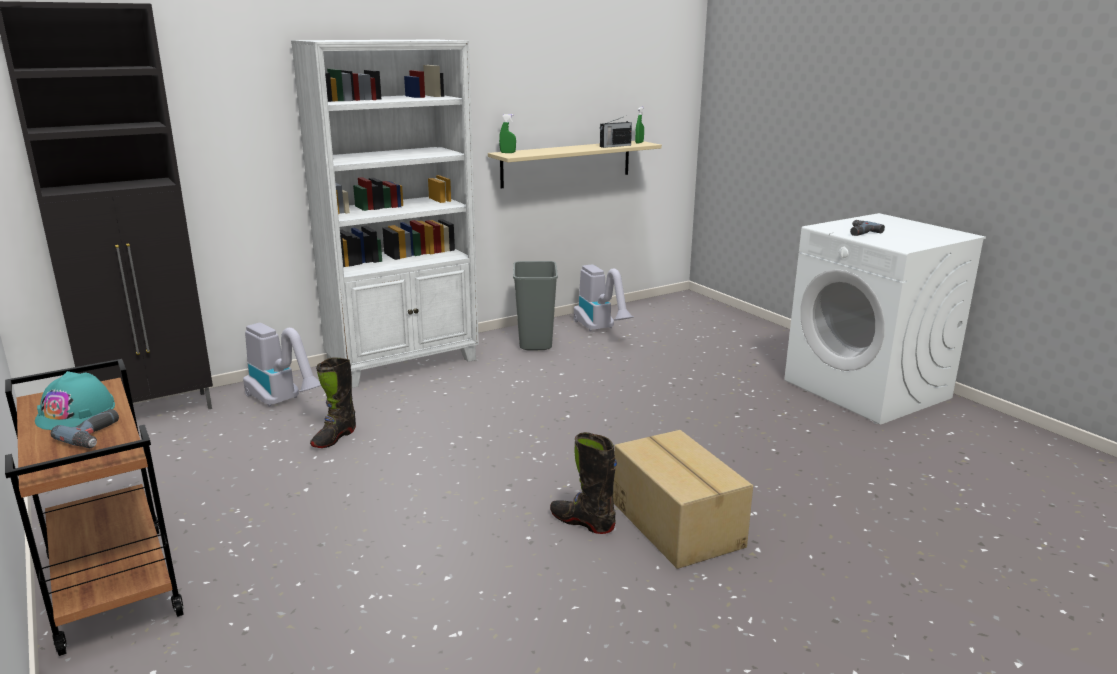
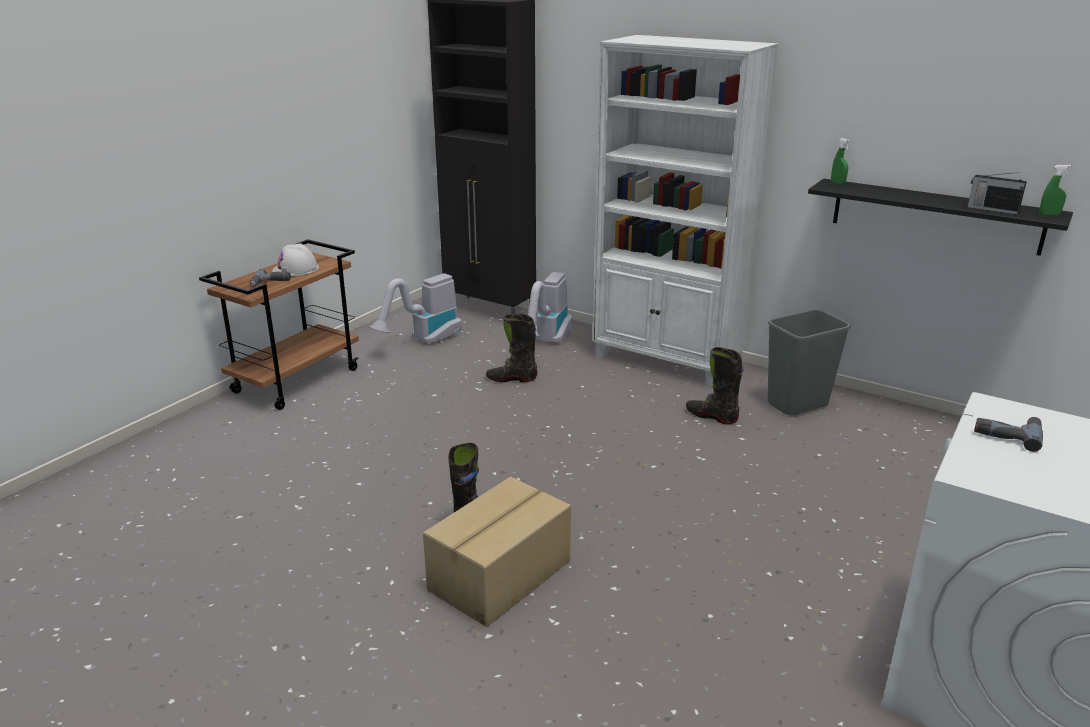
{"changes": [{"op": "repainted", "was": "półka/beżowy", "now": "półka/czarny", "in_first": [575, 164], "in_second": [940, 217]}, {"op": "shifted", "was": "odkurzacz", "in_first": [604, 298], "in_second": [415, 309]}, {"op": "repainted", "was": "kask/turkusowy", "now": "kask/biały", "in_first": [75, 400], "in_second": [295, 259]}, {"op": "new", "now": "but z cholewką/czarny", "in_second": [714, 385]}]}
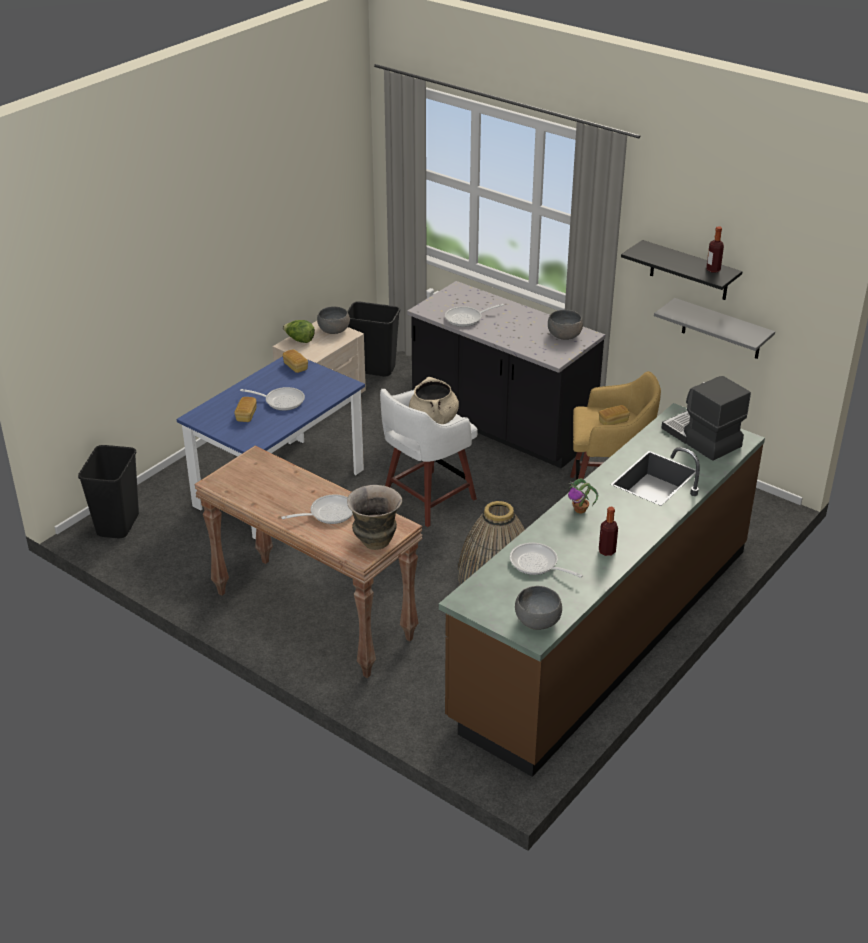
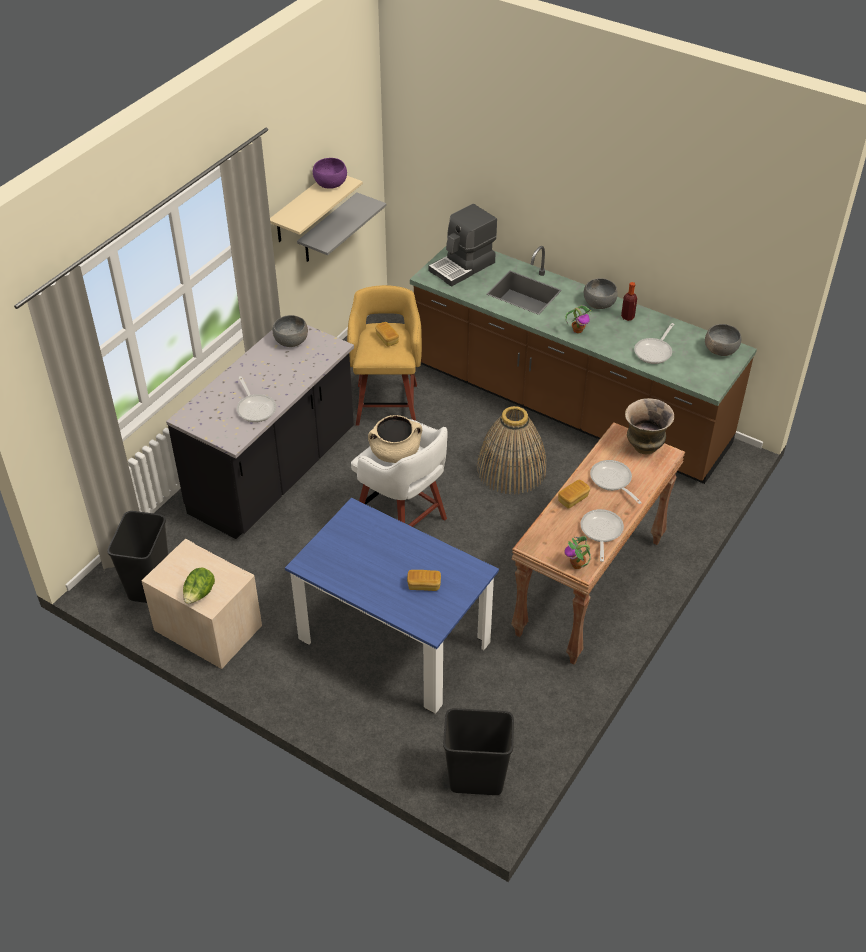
{"changes": [{"op": "swapped", "was": "butelka", "now": "miska/fioletowy", "in_first": [715, 249], "in_second": [330, 173]}, {"op": "repainted", "was": "półka/czarny", "now": "półka/beżowy", "in_first": [682, 270], "in_second": [316, 209]}, {"op": "shifted", "was": "miska/szary", "in_first": [333, 320], "in_second": [601, 293]}, {"op": "shifted", "was": "chleb", "in_first": [295, 361], "in_second": [574, 494]}, {"op": "shifted", "was": "patelnia", "in_first": [272, 399], "in_second": [602, 535]}, {"op": "new", "now": "roślina doniczkowa", "in_second": [577, 552]}]}
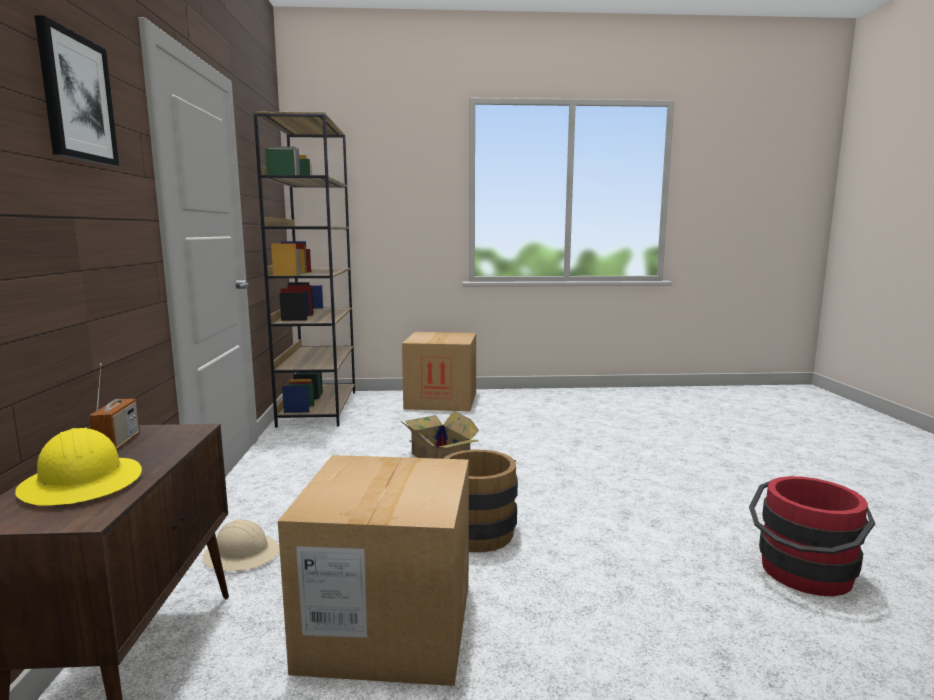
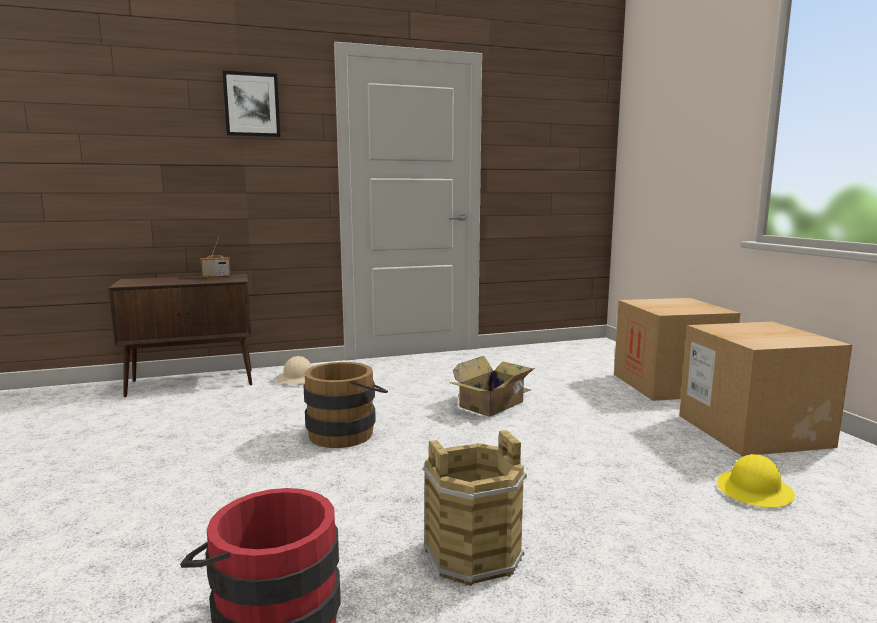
{"changes": [{"op": "gone", "was": "regał/brązowy", "in_first": [304, 269]}, {"op": "shifted", "was": "kask/żółty", "in_first": [78, 467], "in_second": [756, 480]}, {"op": "shifted", "was": "karton", "in_first": [373, 570], "in_second": [765, 389]}, {"op": "new", "now": "wiadro/brązowy", "in_second": [475, 508]}]}
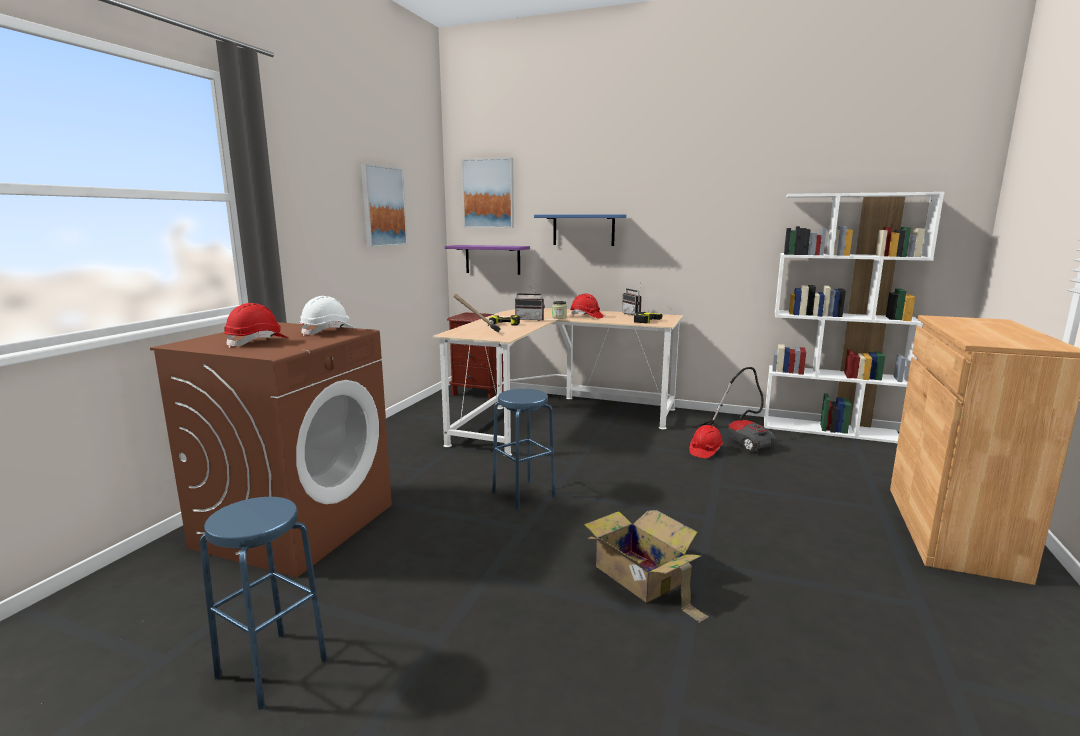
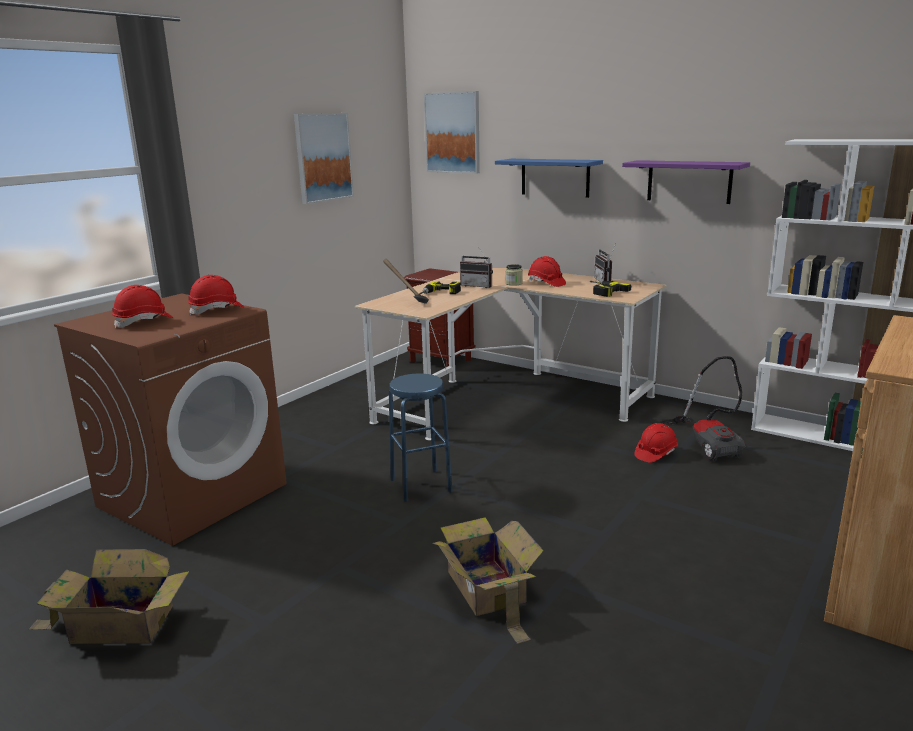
{"changes": [{"op": "shifted", "was": "półka/fioletowy", "in_first": [487, 260], "in_second": [686, 182]}, {"op": "repainted", "was": "kask/biały", "now": "kask/czerwony", "in_first": [327, 316], "in_second": [216, 295]}, {"op": "swapped", "was": "stołek/niebieski", "now": "karton", "in_first": [263, 603], "in_second": [109, 596]}]}
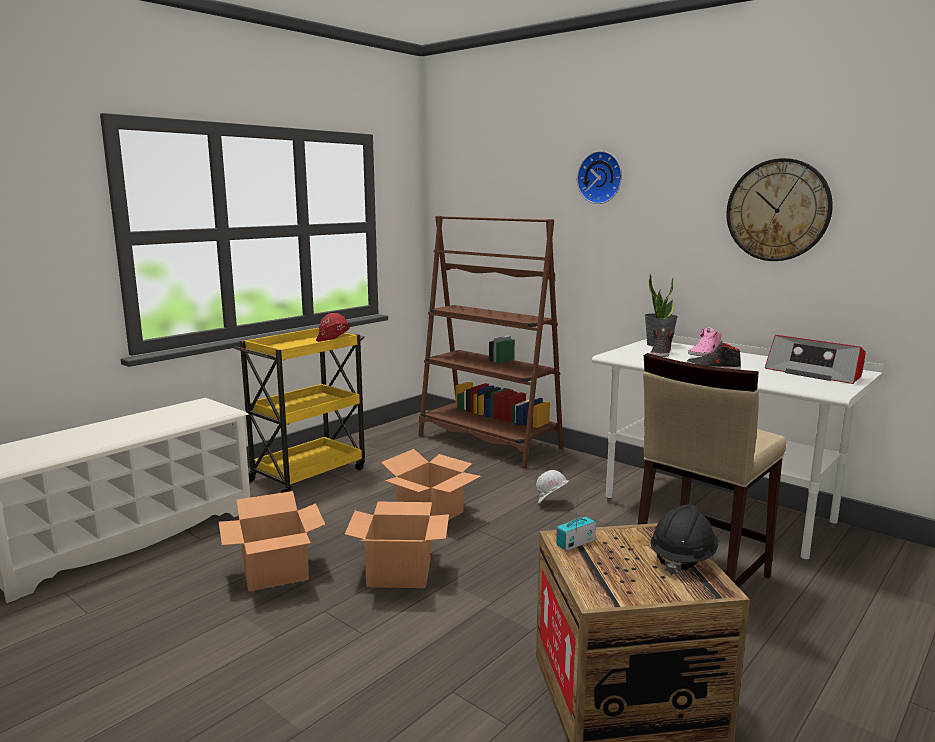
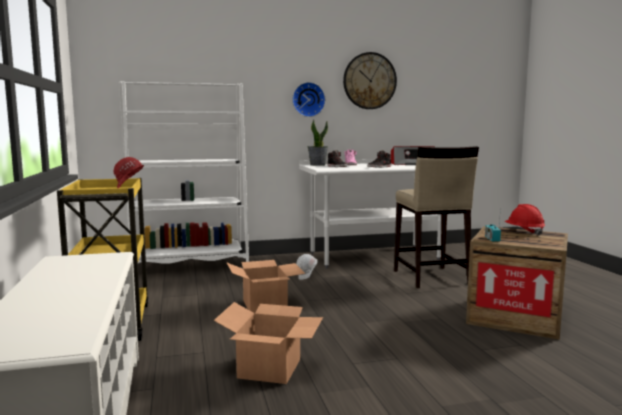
{"changes": [{"op": "shifted", "was": "zegar ścienny", "in_first": [599, 177], "in_second": [309, 99]}, {"op": "repainted", "was": "regał/brązowy", "now": "regał/biały", "in_first": [491, 342], "in_second": [184, 172]}, {"op": "gone", "was": "karton", "in_first": [397, 545]}, {"op": "repainted", "was": "kask/czarny", "now": "kask/czerwony", "in_first": [684, 540], "in_second": [524, 220]}]}
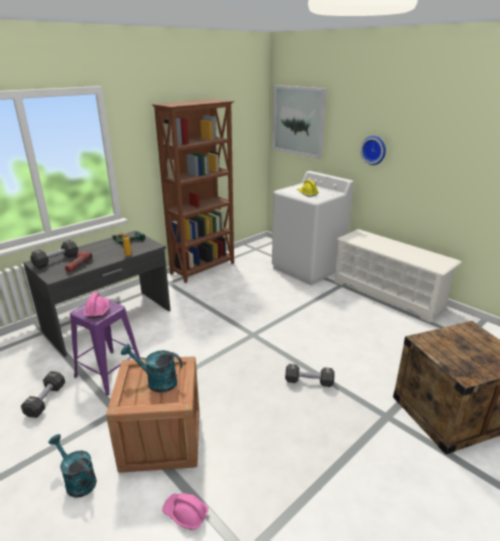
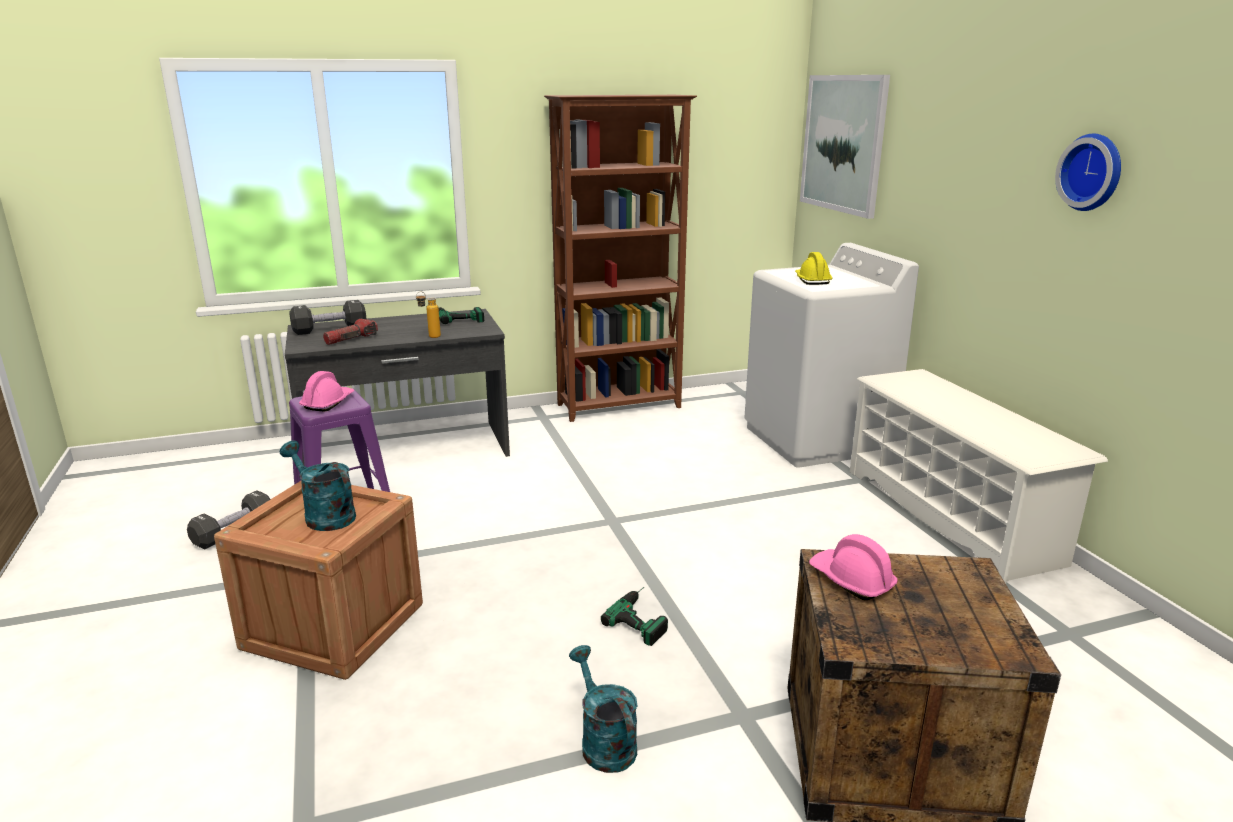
{"changes": [{"op": "shifted", "was": "zegar ścienny", "in_first": [373, 150], "in_second": [1088, 172]}, {"op": "swapped", "was": "hantel/czarny", "now": "wiertarka", "in_first": [310, 375], "in_second": [634, 616]}, {"op": "shifted", "was": "konewka/turkusowy", "in_first": [73, 466], "in_second": [603, 709]}, {"op": "shifted", "was": "kask/różowy", "in_first": [185, 511], "in_second": [853, 567]}]}
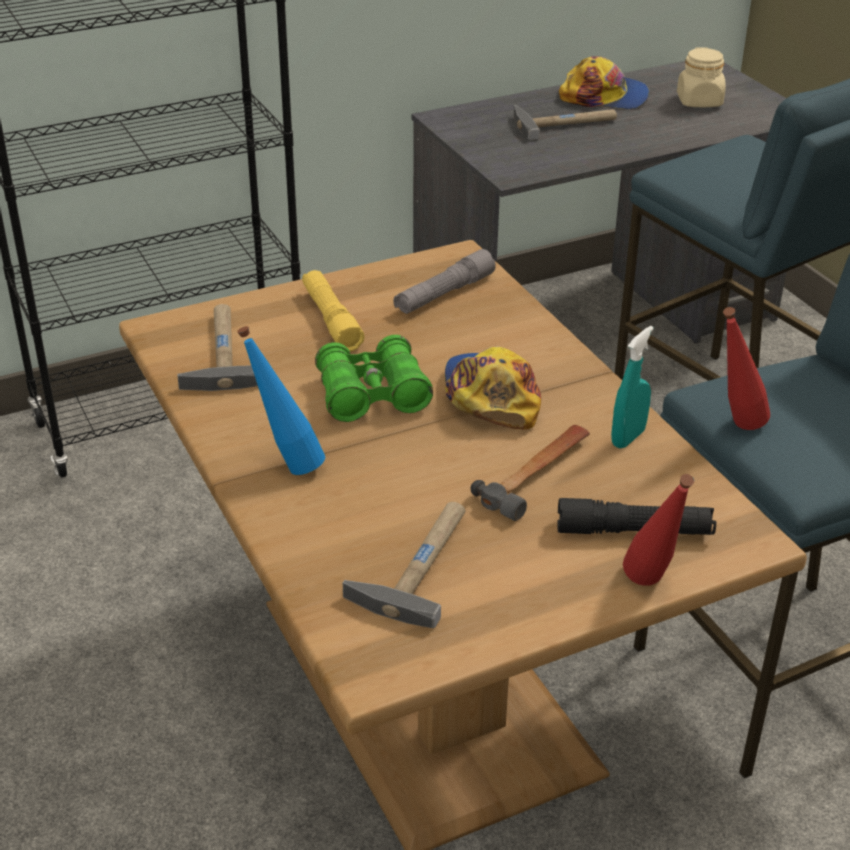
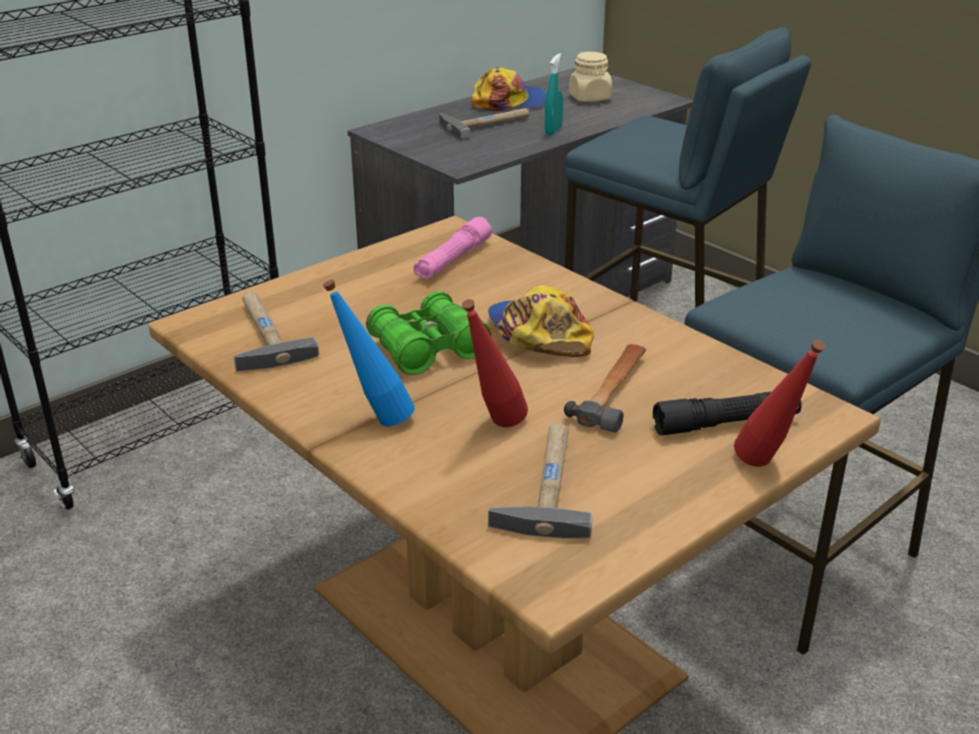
{"changes": [{"op": "repainted", "was": "latarka/szary", "now": "latarka/różowy", "in_first": [444, 281], "in_second": [452, 248]}, {"op": "gone", "was": "latarka/żółty", "in_first": [333, 311]}, {"op": "shifted", "was": "butelka/czerwony", "in_first": [746, 368], "in_second": [495, 363]}, {"op": "shifted", "was": "spryskiwacz/turkusowy", "in_first": [632, 387], "in_second": [554, 94]}]}
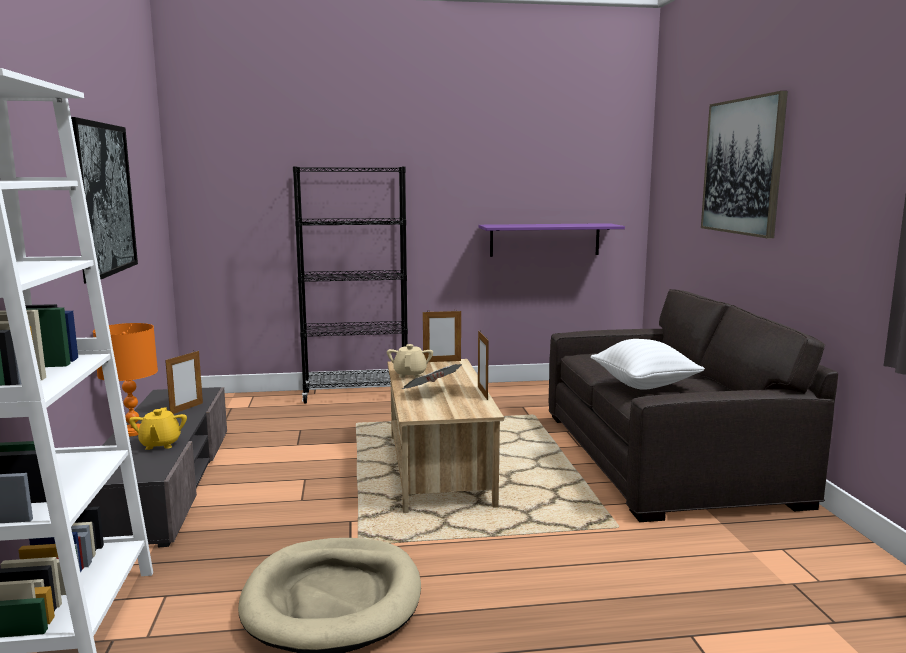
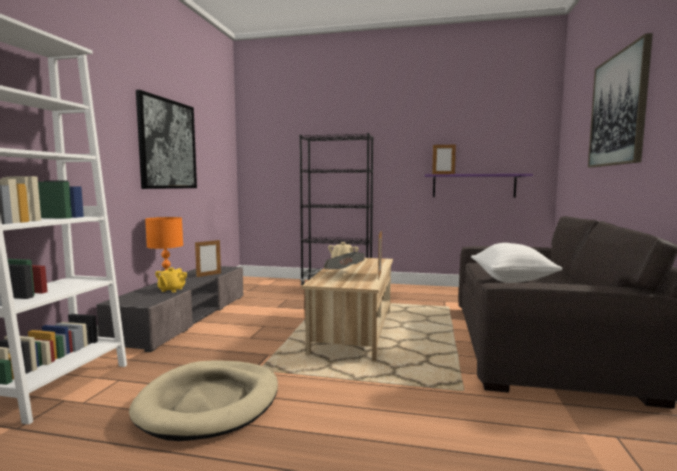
{"changes": [{"op": "shifted", "was": "ramka na zdjęcie", "in_first": [442, 335], "in_second": [444, 159]}]}
